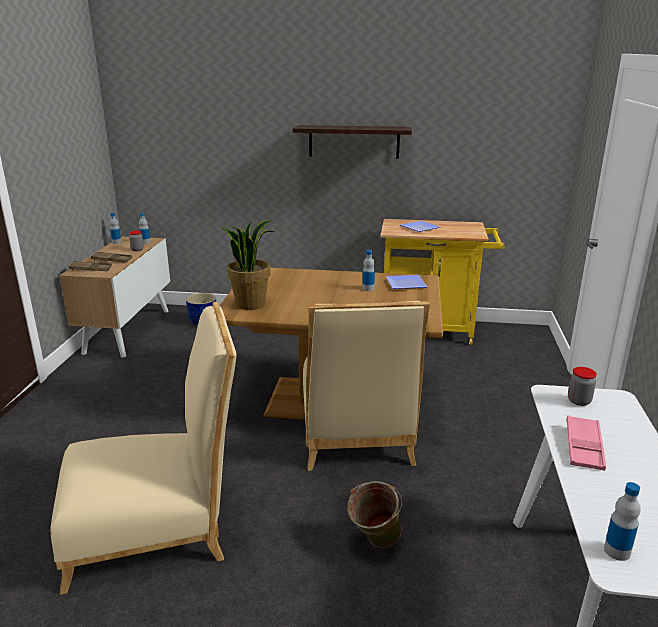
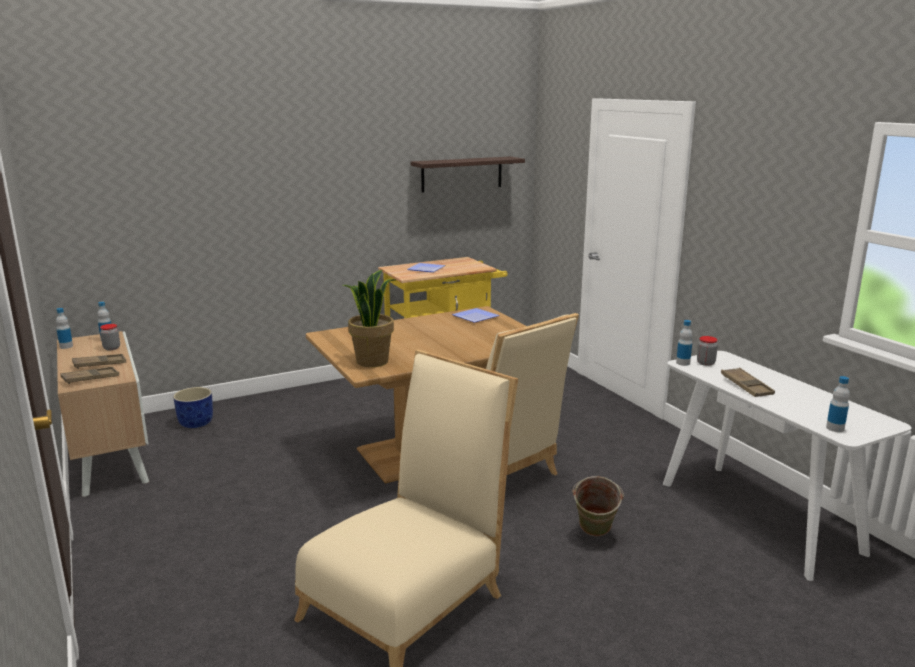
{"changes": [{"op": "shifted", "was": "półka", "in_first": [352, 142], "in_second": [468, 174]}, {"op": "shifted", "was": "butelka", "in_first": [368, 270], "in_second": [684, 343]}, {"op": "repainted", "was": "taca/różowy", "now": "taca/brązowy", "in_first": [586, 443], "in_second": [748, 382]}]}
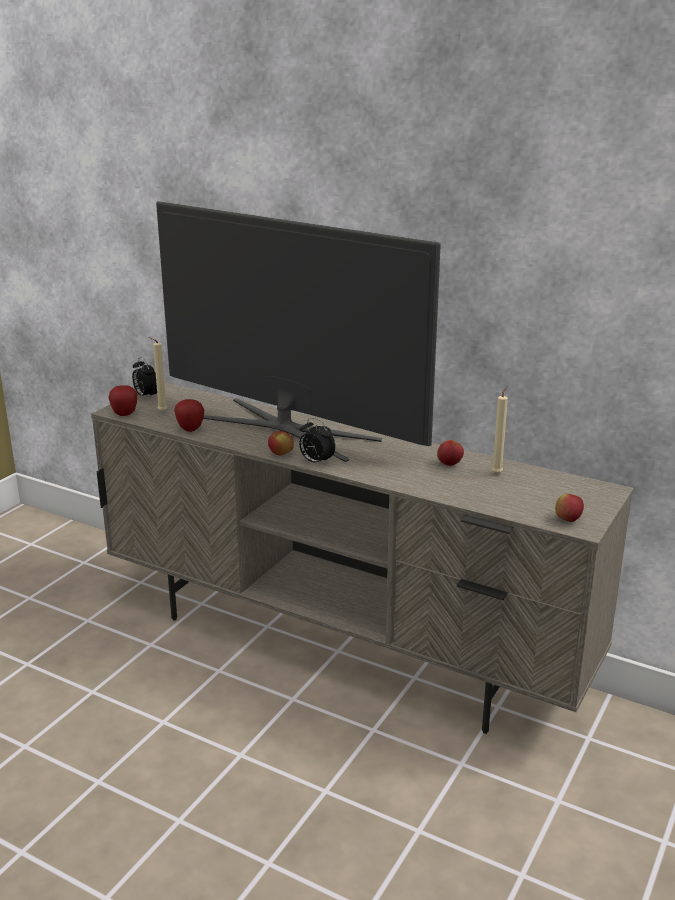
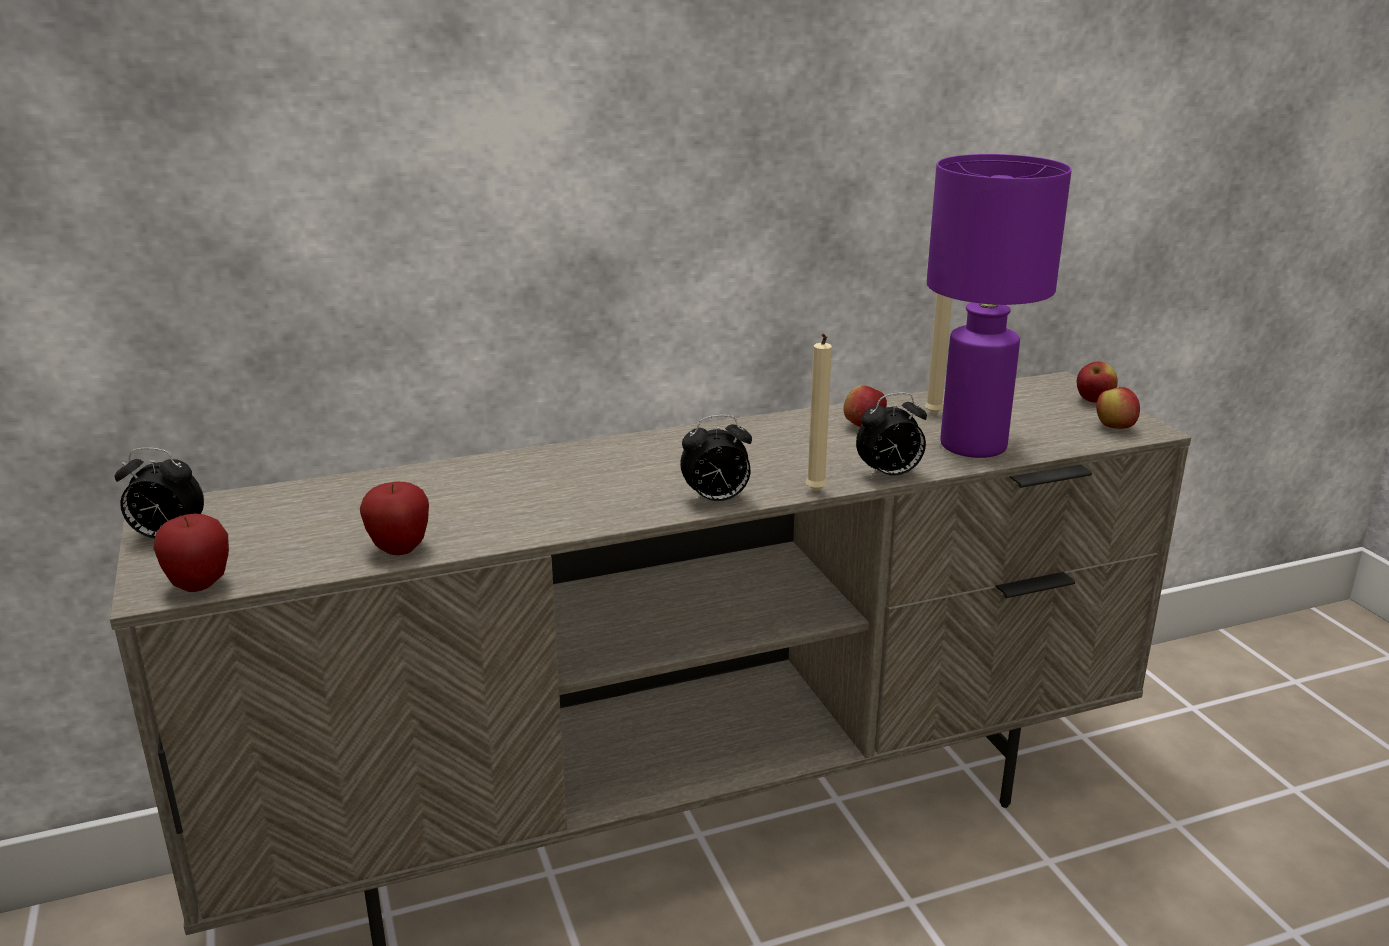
{"changes": [{"op": "gone", "was": "telewizor", "in_first": [298, 331]}, {"op": "shifted", "was": "świeca/beżowy", "in_first": [157, 374], "in_second": [819, 412]}, {"op": "shifted", "was": "jabłko", "in_first": [281, 443], "in_second": [1097, 382]}, {"op": "new", "now": "lampa stołowa/fioletowy", "in_second": [999, 306]}, {"op": "new", "now": "budzik", "in_second": [891, 436]}]}
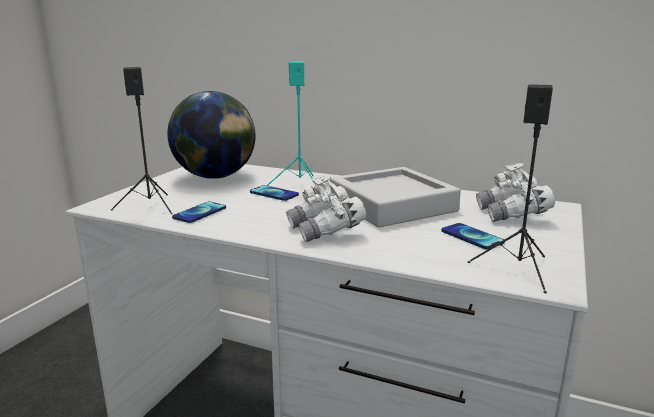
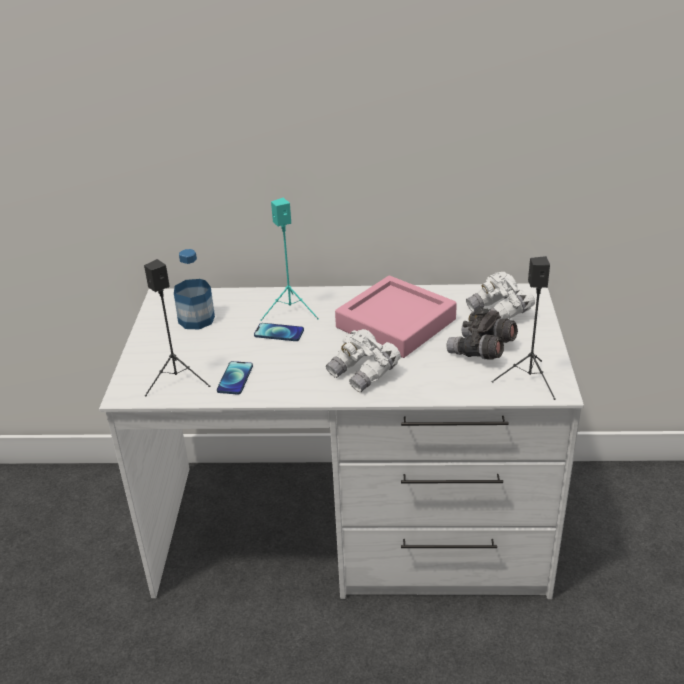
{"changes": [{"op": "swapped", "was": "globus", "now": "butelka", "in_first": [211, 135], "in_second": [194, 289]}, {"op": "repainted", "was": "taca/szary", "now": "taca/różowy", "in_first": [395, 197], "in_second": [396, 317]}, {"op": "swapped", "was": "telefon", "now": "lornetka/szary", "in_first": [473, 236], "in_second": [482, 333]}]}
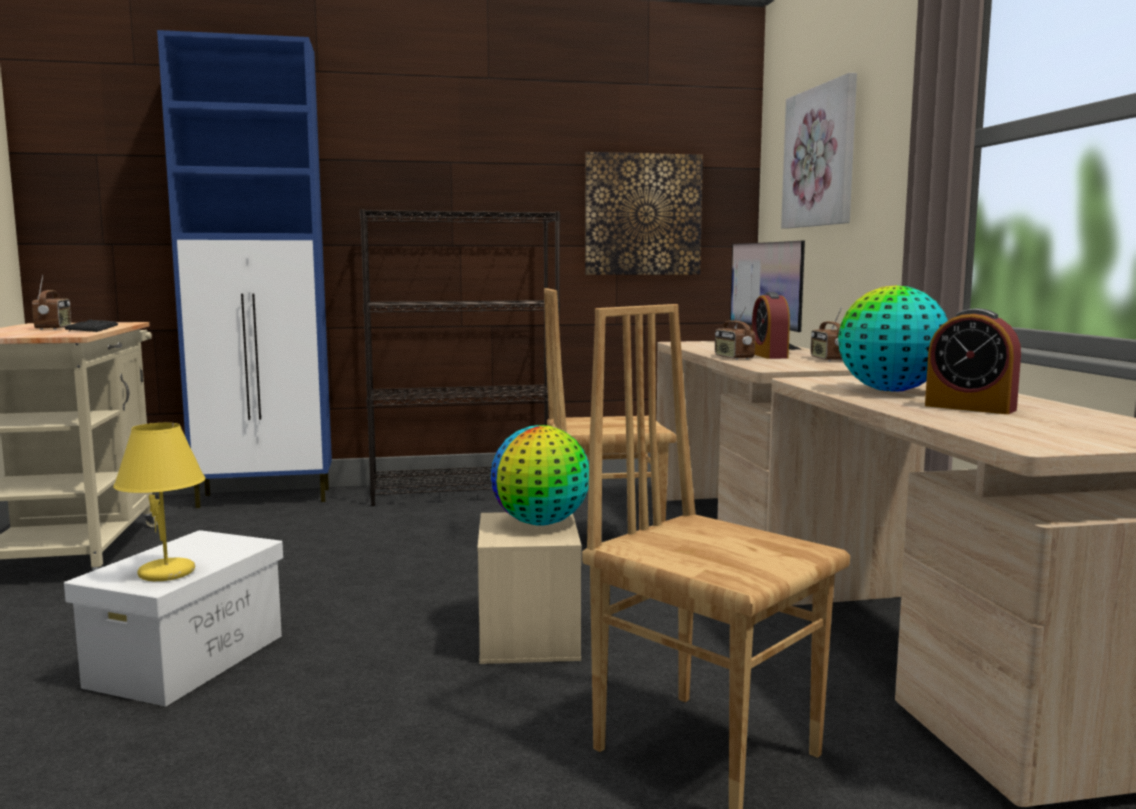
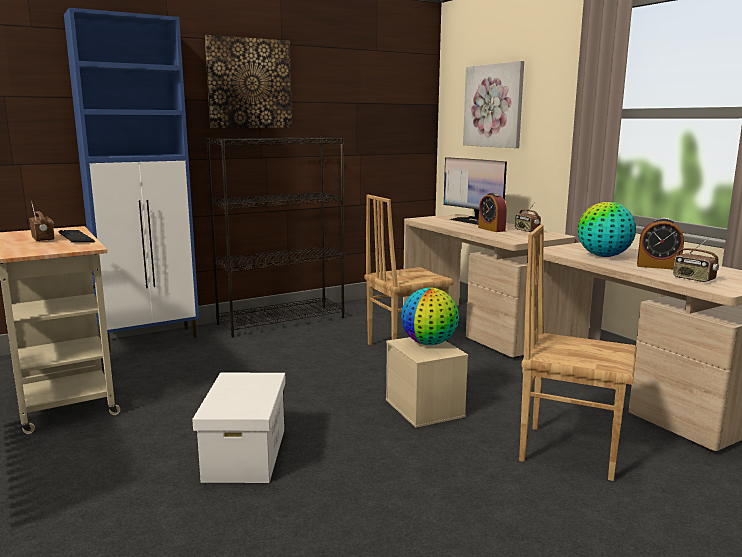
{"changes": [{"op": "shifted", "was": "obraz", "in_first": [644, 213], "in_second": [248, 81]}, {"op": "shifted", "was": "radio", "in_first": [735, 333], "in_second": [696, 260]}, {"op": "gone", "was": "lampa stołowa/żółty", "in_first": [159, 502]}]}
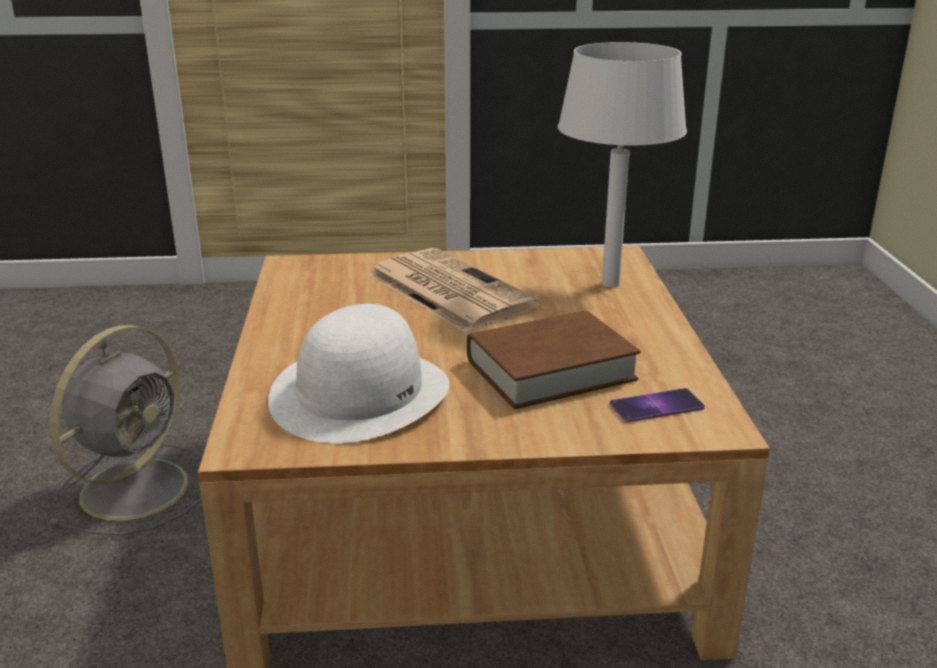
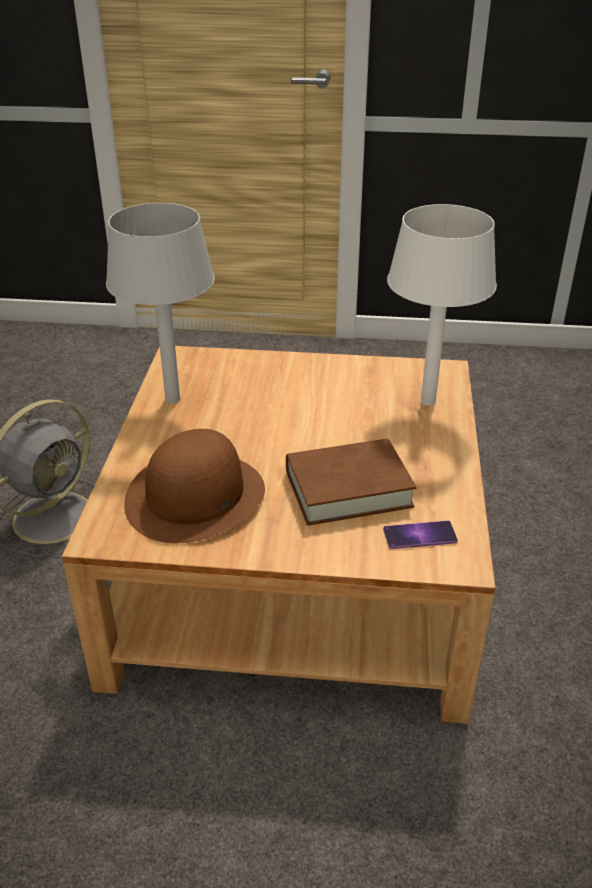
{"changes": [{"op": "gone", "was": "gazeta", "in_first": [454, 290]}, {"op": "repainted", "was": "kapelusz/biały", "now": "kapelusz/brązowy", "in_first": [358, 373], "in_second": [194, 486]}, {"op": "new", "now": "lampa stołowa/szary", "in_second": [160, 303]}]}
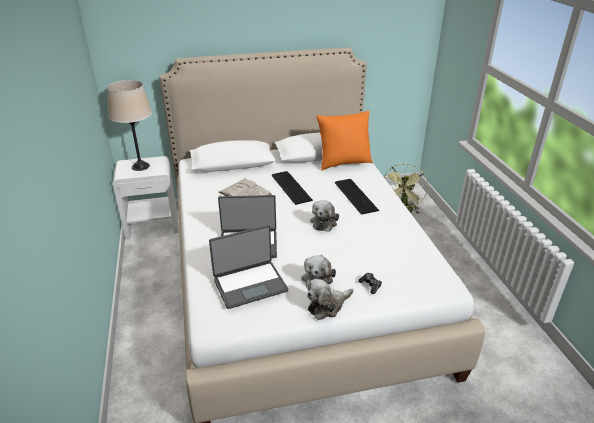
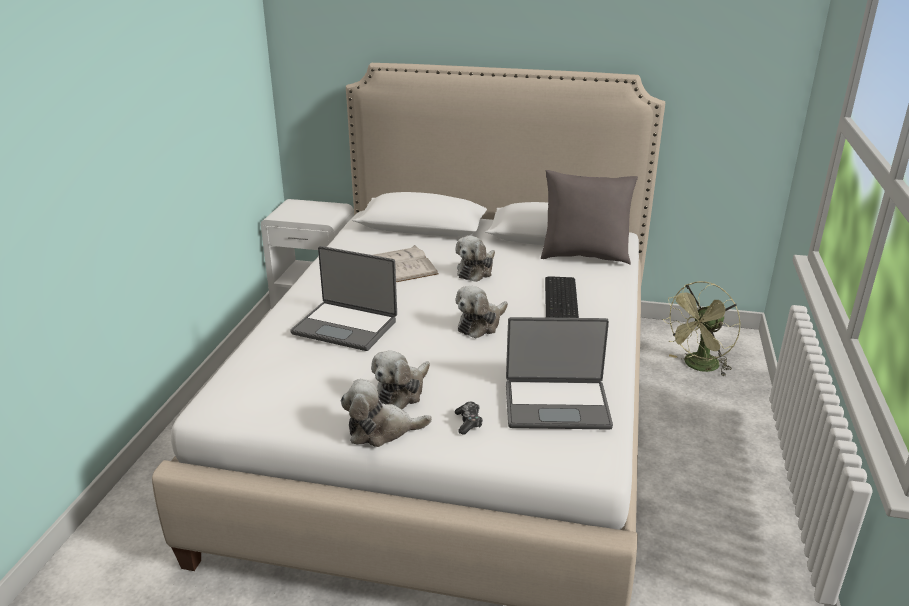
{"changes": [{"op": "gone", "was": "lampa stołowa/beżowy", "in_first": [129, 125]}, {"op": "repainted", "was": "poduszka/pomarańczowy", "now": "poduszka/szary", "in_first": [344, 140], "in_second": [589, 217]}, {"op": "swapped", "was": "klawiatura", "now": "pluszak", "in_first": [292, 188], "in_second": [475, 259]}, {"op": "shifted", "was": "laptop", "in_first": [248, 267], "in_second": [559, 373]}]}
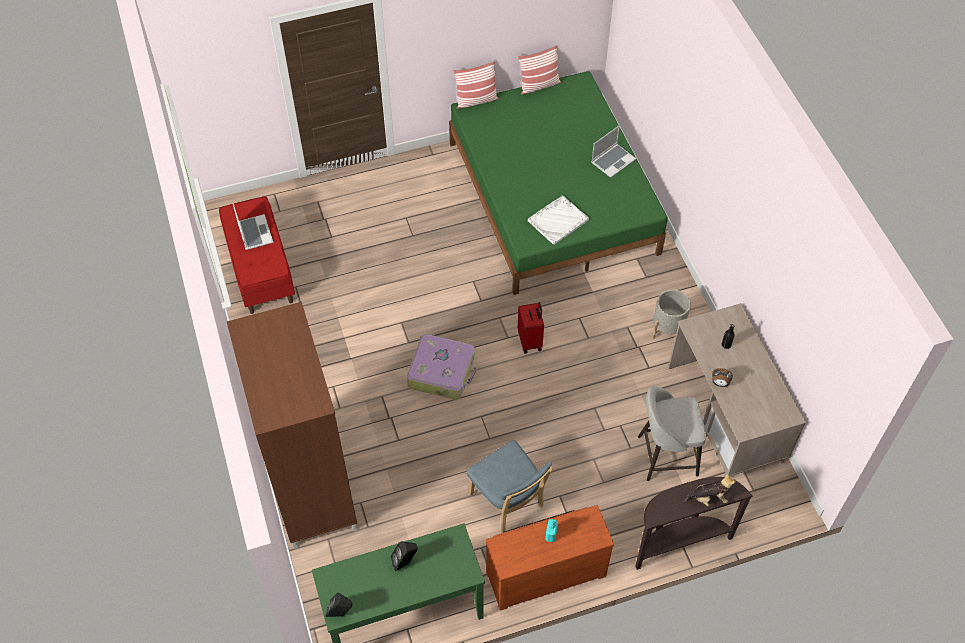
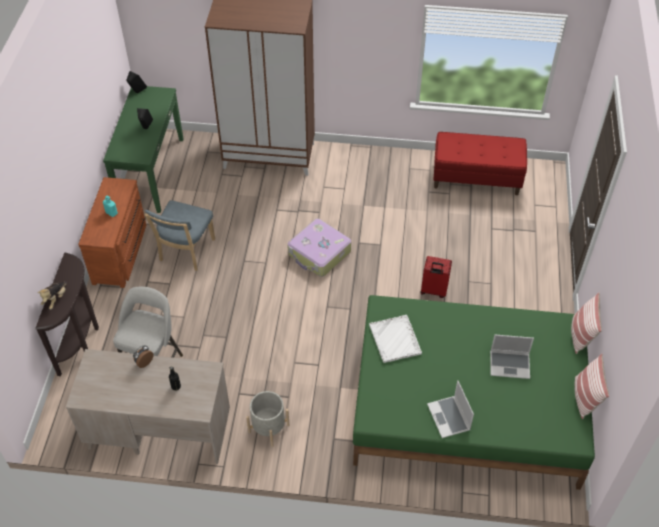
{"changes": [{"op": "shifted", "was": "laptop", "in_first": [253, 227], "in_second": [512, 357]}, {"op": "shifted", "was": "walizka/czerwony", "in_first": [531, 327], "in_second": [436, 277]}, {"op": "rotated", "was": "krzesło/niebieski", "in_first": [510, 486], "in_second": [180, 235], "clockwise": -60}]}
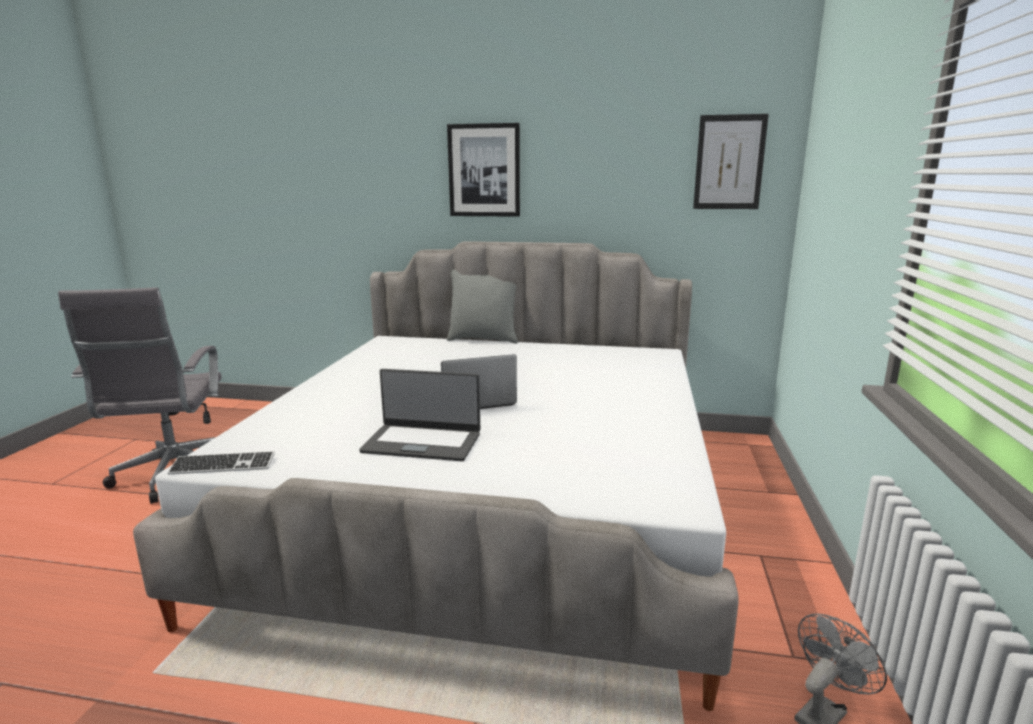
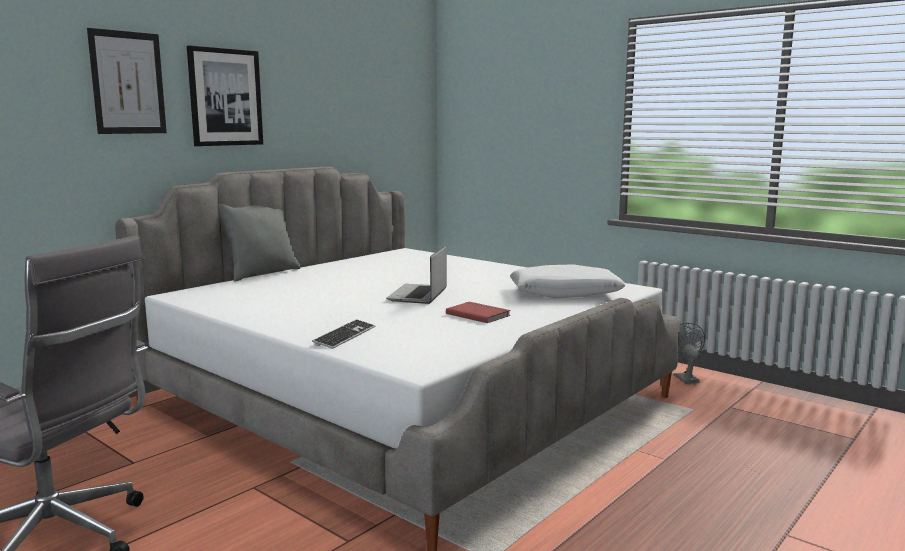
{"changes": [{"op": "shifted", "was": "obraz", "in_first": [731, 161], "in_second": [127, 81]}, {"op": "swapped", "was": "laptop", "now": "książka/czerwony", "in_first": [419, 415], "in_second": [478, 312]}, {"op": "shifted", "was": "klawiatura", "in_first": [221, 462], "in_second": [343, 334]}, {"op": "new", "now": "poduszka/biały", "in_second": [568, 281]}]}
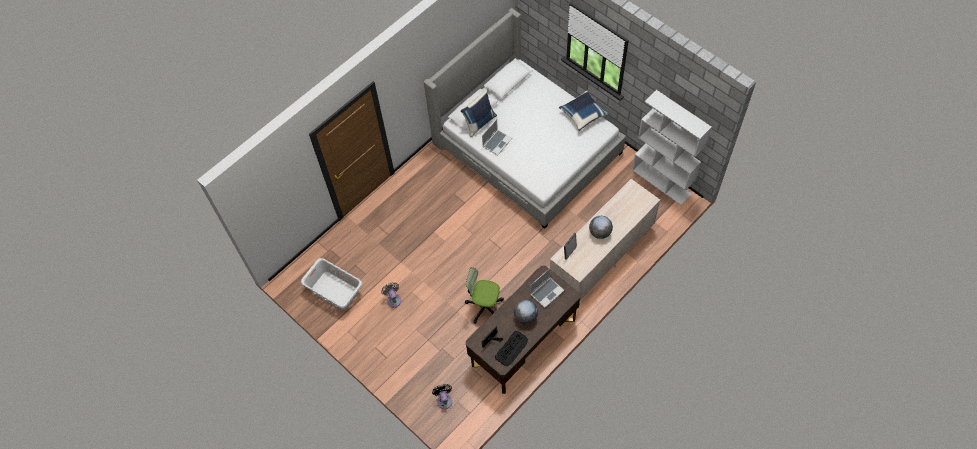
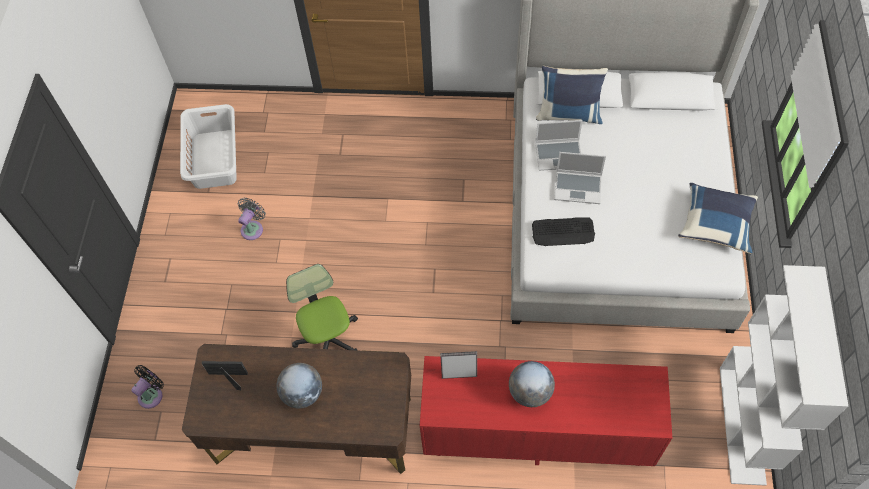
{"changes": [{"op": "repainted", "was": "komoda/beżowy", "now": "komoda/czerwony", "in_first": [605, 239], "in_second": [546, 411]}, {"op": "shifted", "was": "laptop", "in_first": [547, 288], "in_second": [580, 178]}, {"op": "shifted", "was": "klawiatura", "in_first": [511, 348], "in_second": [563, 232]}]}
